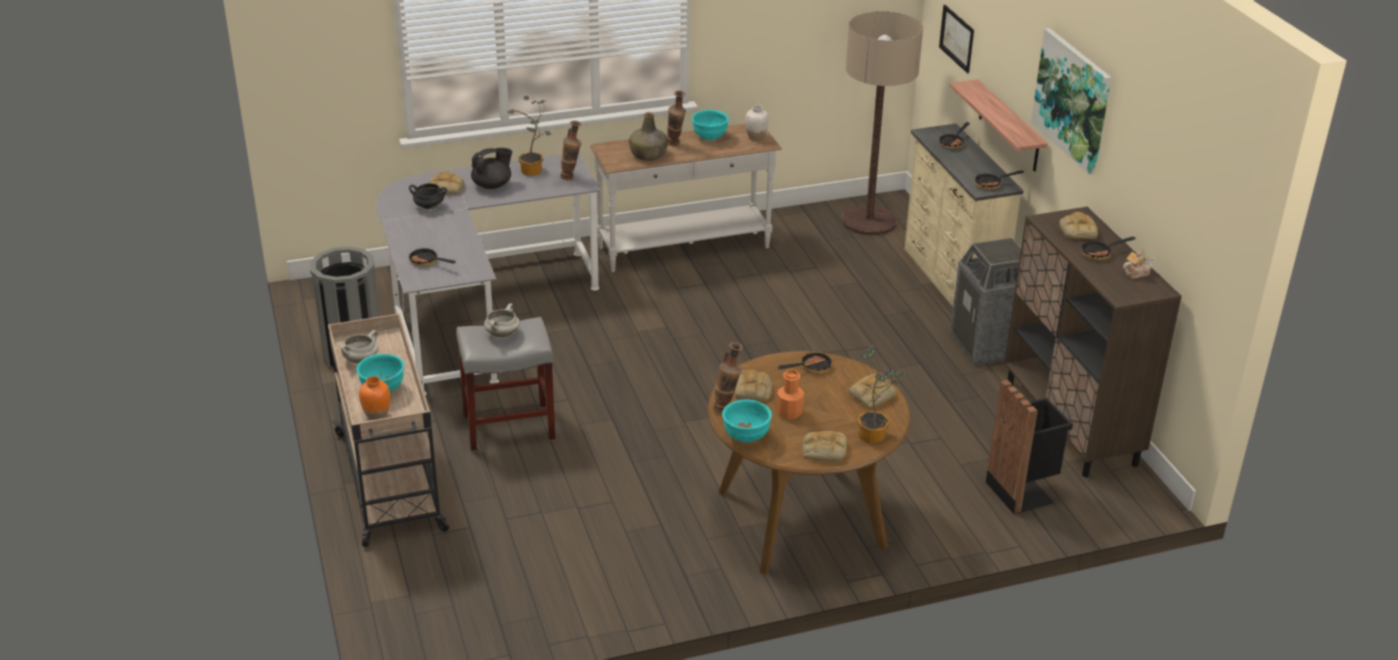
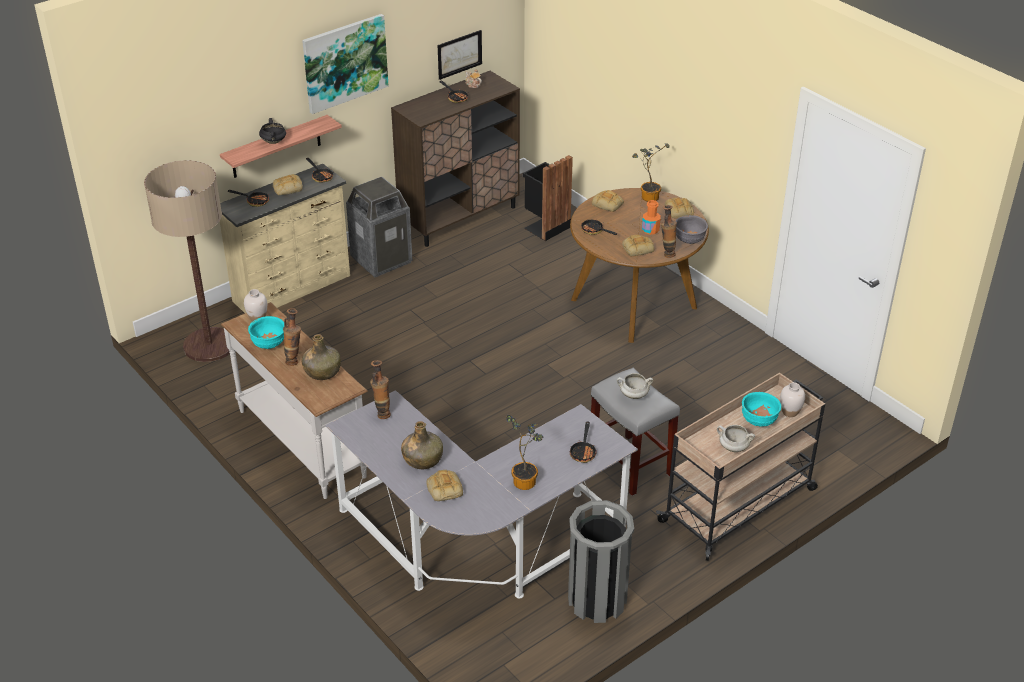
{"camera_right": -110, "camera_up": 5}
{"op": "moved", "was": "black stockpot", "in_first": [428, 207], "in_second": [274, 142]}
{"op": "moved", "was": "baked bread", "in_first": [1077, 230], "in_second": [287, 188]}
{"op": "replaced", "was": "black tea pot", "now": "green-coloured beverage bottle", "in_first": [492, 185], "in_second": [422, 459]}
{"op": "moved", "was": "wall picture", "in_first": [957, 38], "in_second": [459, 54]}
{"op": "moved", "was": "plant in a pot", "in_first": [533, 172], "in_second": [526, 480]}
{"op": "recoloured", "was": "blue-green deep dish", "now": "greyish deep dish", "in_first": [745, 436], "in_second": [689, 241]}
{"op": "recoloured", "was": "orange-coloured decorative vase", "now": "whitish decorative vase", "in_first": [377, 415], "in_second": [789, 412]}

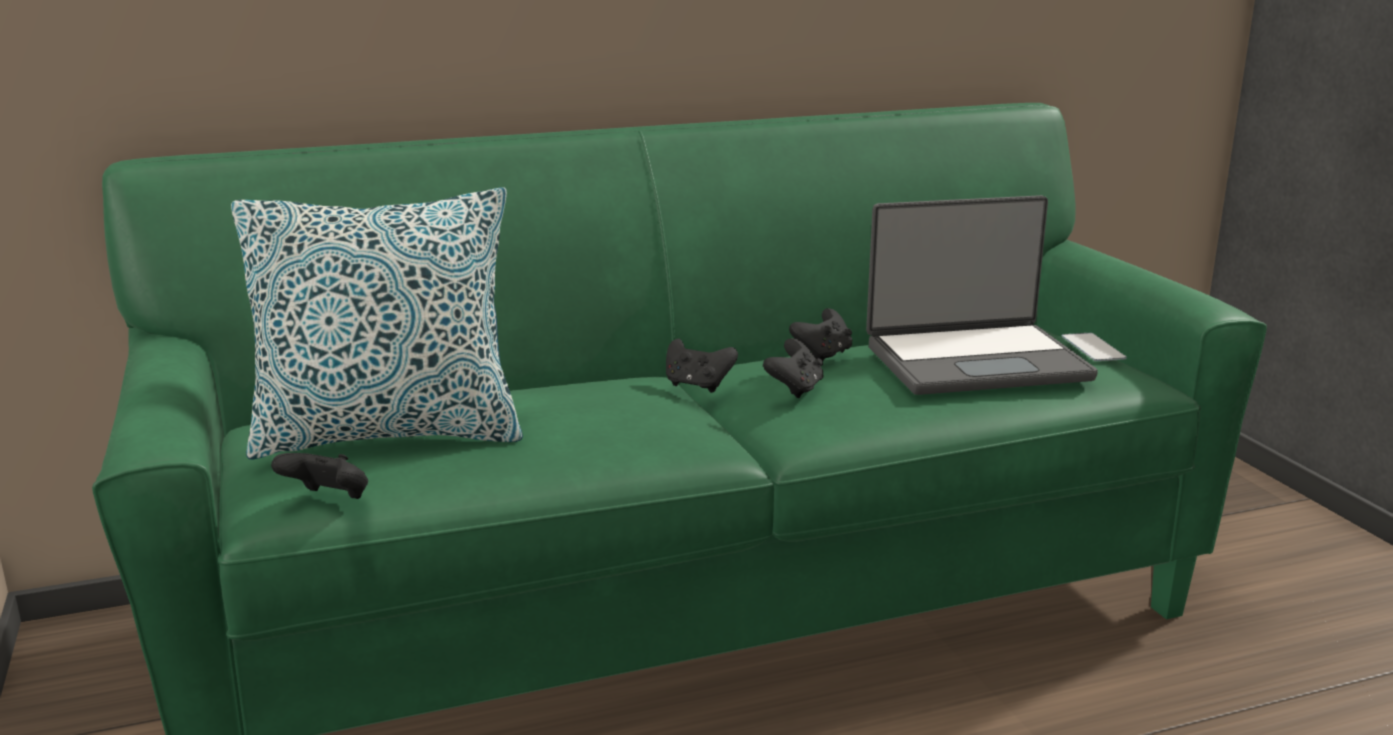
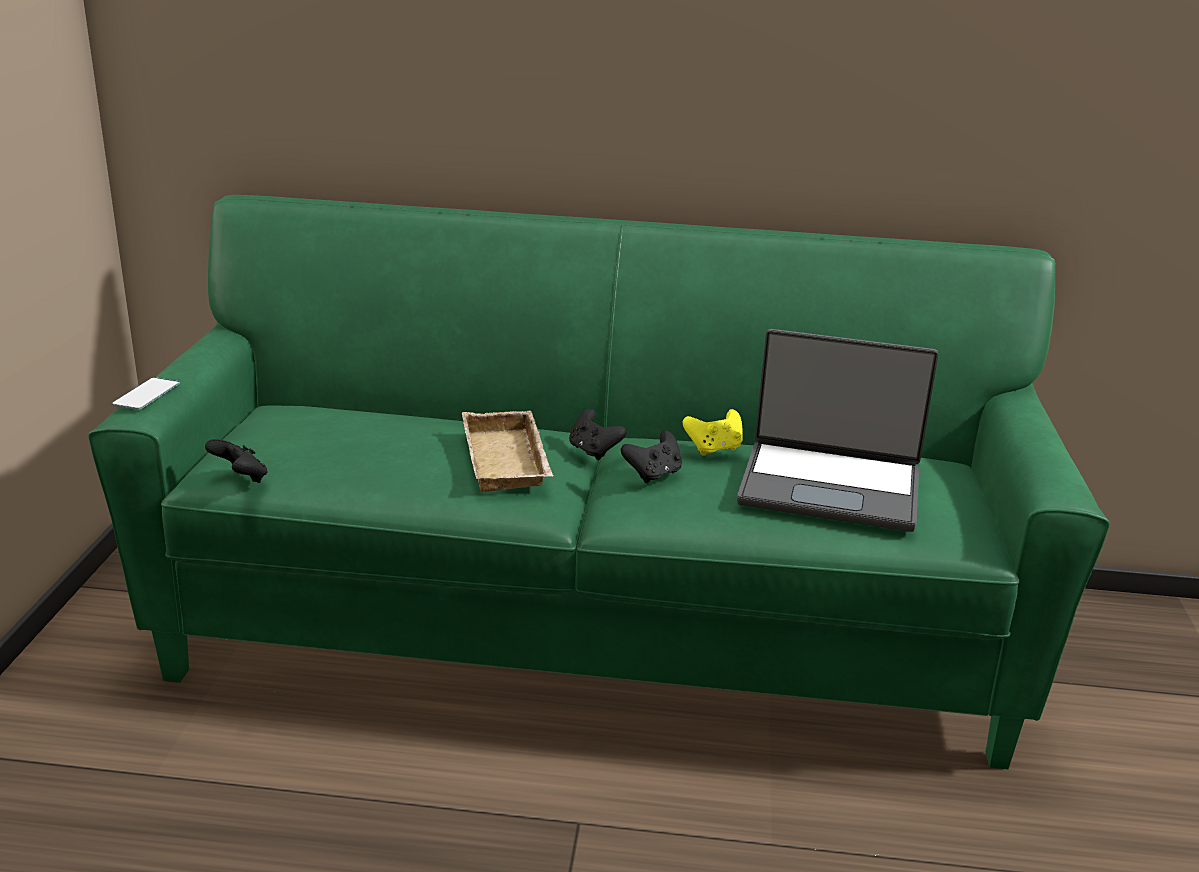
{"camera_right": 25, "camera_up": 5}
{"op": "moved", "was": "handset", "in_first": [1093, 348], "in_second": [146, 394]}
{"op": "added", "now": "beige-coloured tray", "in_second": [509, 460]}
{"op": "recoloured", "was": "black game controller", "now": "yellow-coloured game controller", "in_first": [823, 355], "in_second": [714, 449]}
{"op": "removed", "was": "cushion", "in_first": [389, 434]}

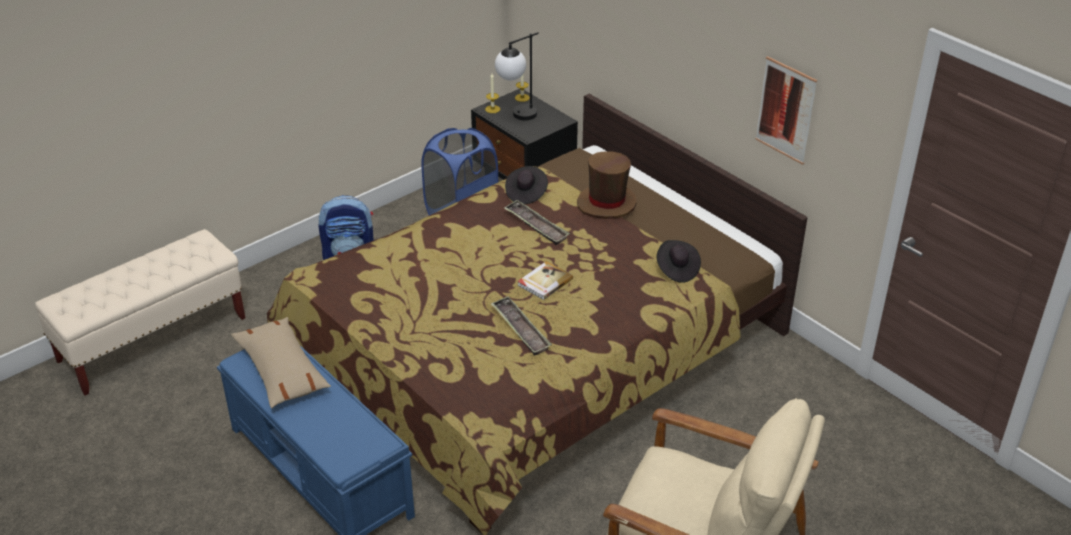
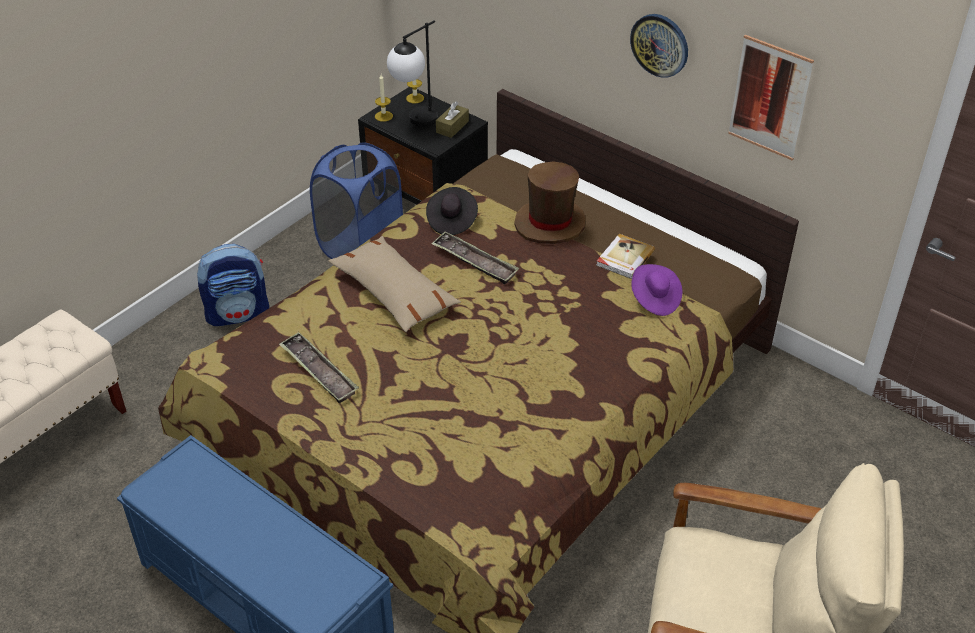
{"camera_right": -10, "camera_up": 5}
{"op": "moved", "was": "tray", "in_first": [520, 329], "in_second": [319, 372]}
{"op": "moved", "was": "beige-coloured cushion", "in_first": [281, 370], "in_second": [394, 293]}
{"op": "added", "now": "brown box of tissues", "in_second": [452, 127]}
{"op": "moved", "was": "bound book", "in_first": [544, 282], "in_second": [624, 258]}
{"op": "added", "now": "clock on the wall", "in_second": [660, 45]}
{"op": "recoloured", "was": "black hat", "now": "purple hat", "in_first": [677, 269], "in_second": [654, 299]}

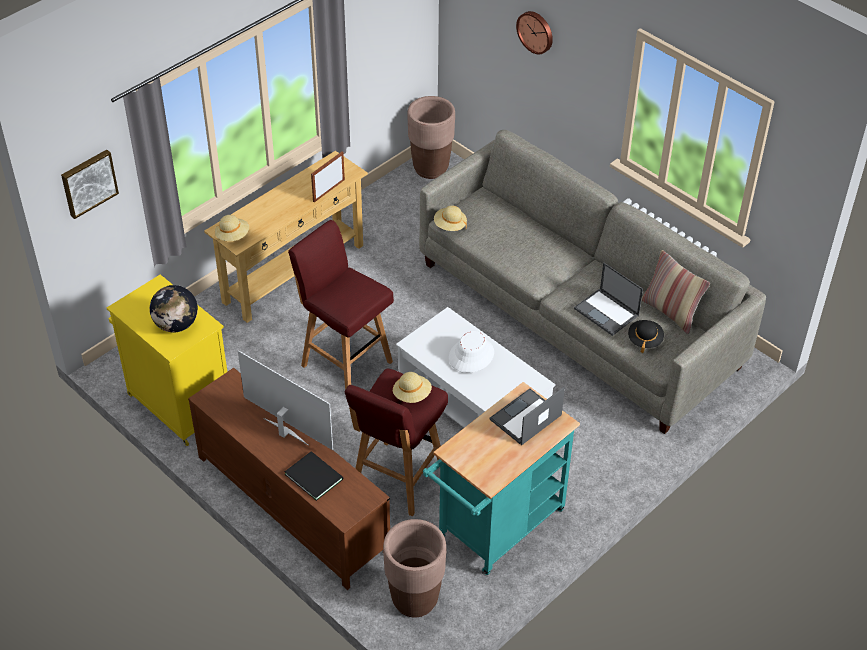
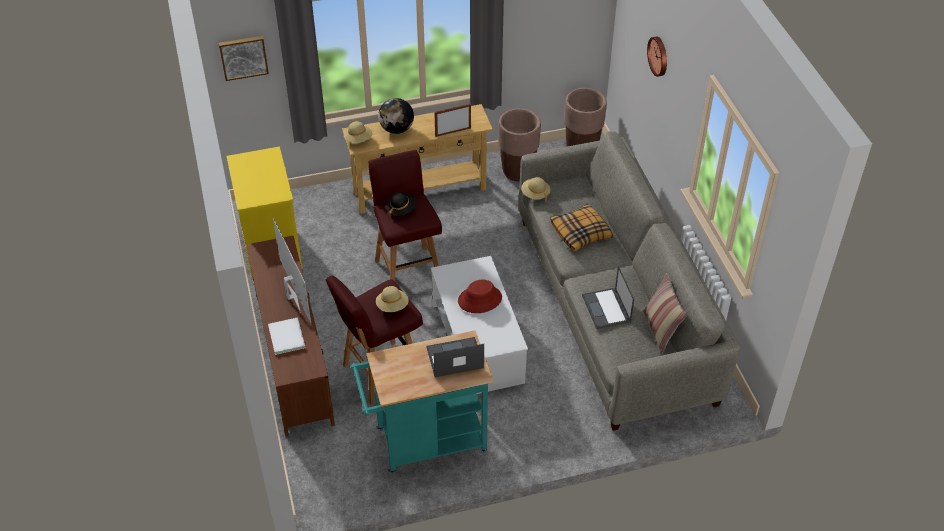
{"camera_right": 30, "camera_up": 0}
{"op": "recoloured", "was": "black bound book", "now": "whitish bound book", "in_first": [313, 475], "in_second": [287, 336]}
{"op": "moved", "was": "world globe", "in_first": [176, 325], "in_second": [396, 129]}
{"op": "moved", "was": "black hat", "in_first": [644, 340], "in_second": [400, 209]}
{"op": "recoloured", "was": "whitish hat", "now": "red hat", "in_first": [471, 355], "in_second": [479, 299]}
{"op": "moved", "was": "brown planter", "in_first": [414, 600], "in_second": [517, 172]}
{"op": "added", "now": "cushion", "in_second": [581, 232]}

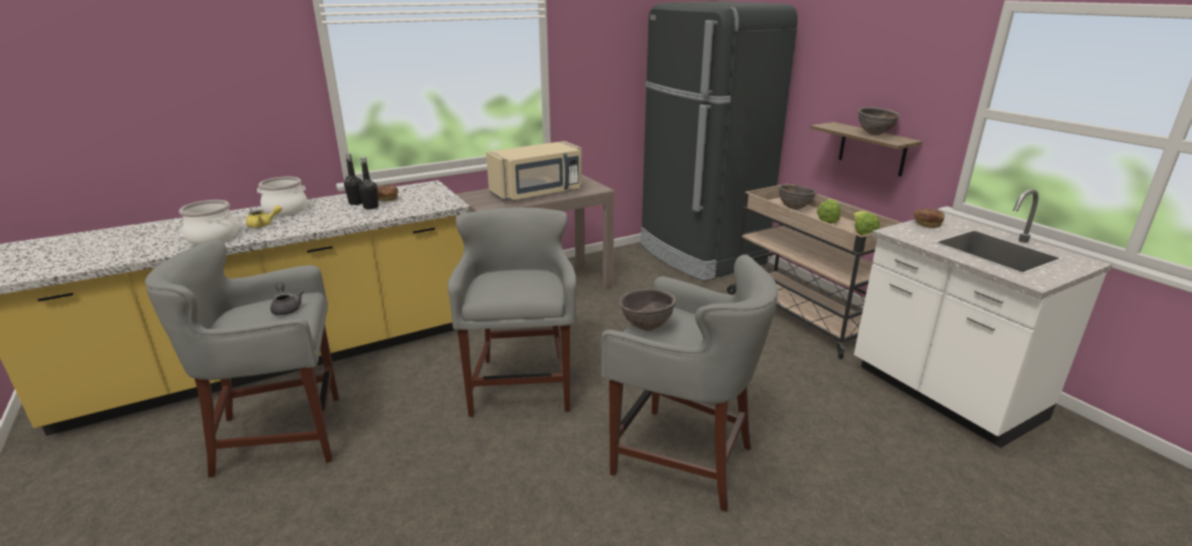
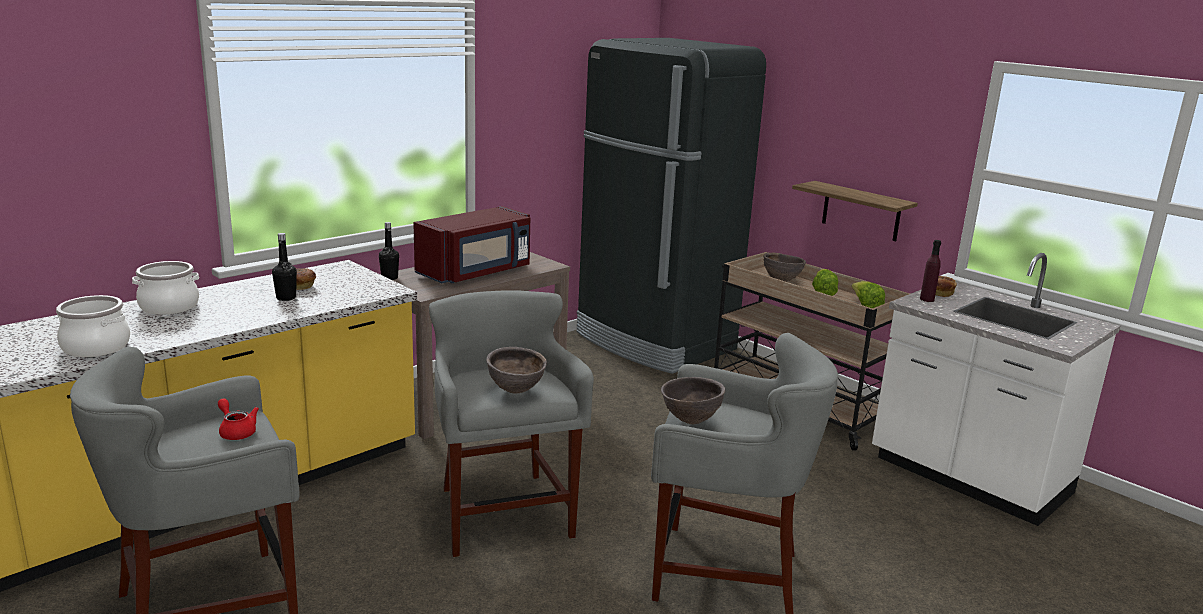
{"camera_right": -15, "camera_up": -5}
{"op": "recoloured", "was": "greyish tea pot", "now": "red tea pot", "in_first": [286, 308], "in_second": [236, 431]}
{"op": "moved", "was": "black beverage bottle", "in_first": [356, 203], "in_second": [389, 278]}
{"op": "recoloured", "was": "beige-coloured microwave", "now": "red microwave", "in_first": [537, 193], "in_second": [476, 272]}
{"op": "moved", "was": "brown deep dish", "in_first": [874, 134], "in_second": [515, 391]}
{"op": "added", "now": "purple beverage bottle", "in_second": [927, 299]}
{"op": "removed", "was": "yellow-coloured tea pot", "in_first": [263, 225]}

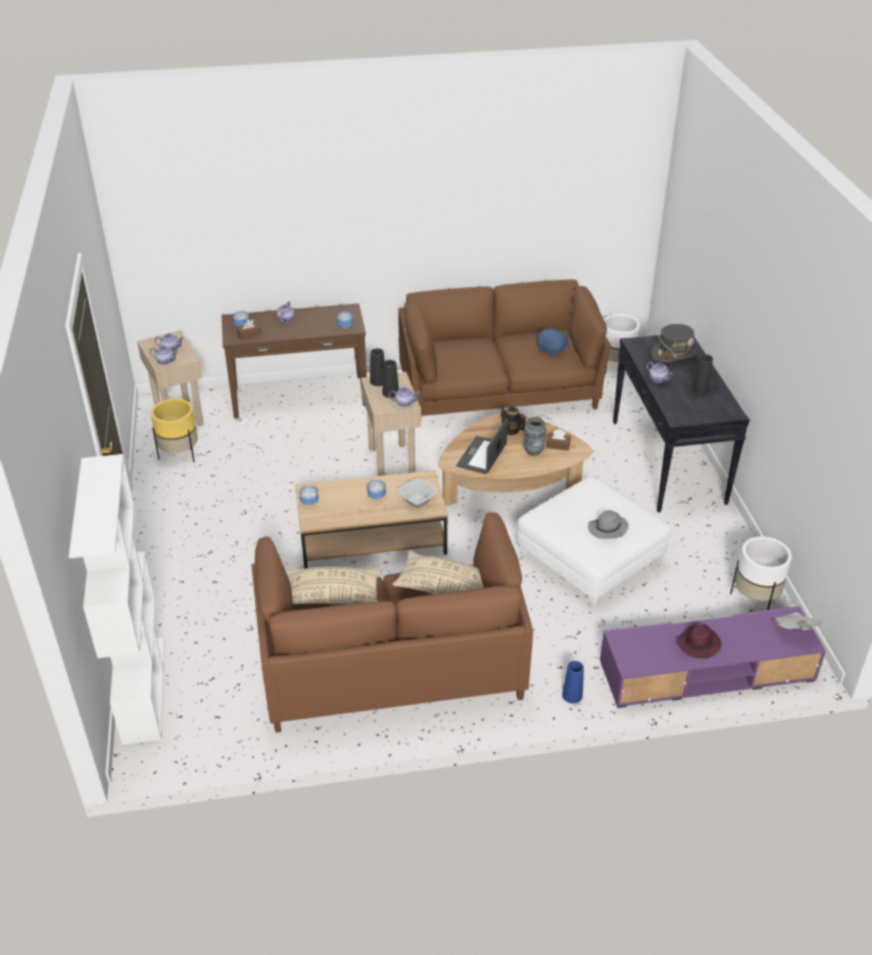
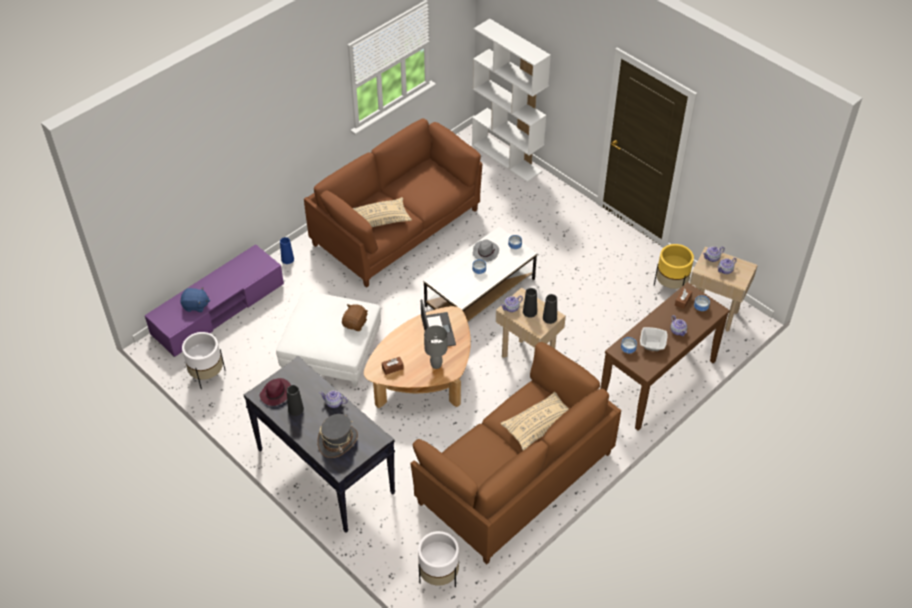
{"camera_right": 145, "camera_up": 10}
{"op": "moved", "was": "blue soft toy", "in_first": [551, 350], "in_second": [196, 306]}
{"op": "moved", "was": "purple hat", "in_first": [698, 643], "in_second": [276, 394]}
{"op": "added", "now": "brown soft toy", "in_second": [355, 323]}
{"op": "recoloured", "was": "brown coffee table", "now": "whitish coffee table", "in_first": [372, 539], "in_second": [479, 292]}
{"op": "replaced", "was": "tea pot", "now": "greyish tabletop lamp", "in_first": [511, 430], "in_second": [436, 365]}
{"op": "moved", "was": "greyish hat", "in_first": [607, 529], "in_second": [485, 252]}
{"op": "moved", "was": "beige-coloured cushion", "in_first": [333, 595], "in_second": [539, 425]}
{"op": "moved", "was": "deep dish", "in_first": [417, 500], "in_second": [652, 344]}
{"op": "removed", "was": "decorative vase", "in_first": [533, 451]}
{"op": "removed", "was": "newspaper", "in_first": [795, 630]}

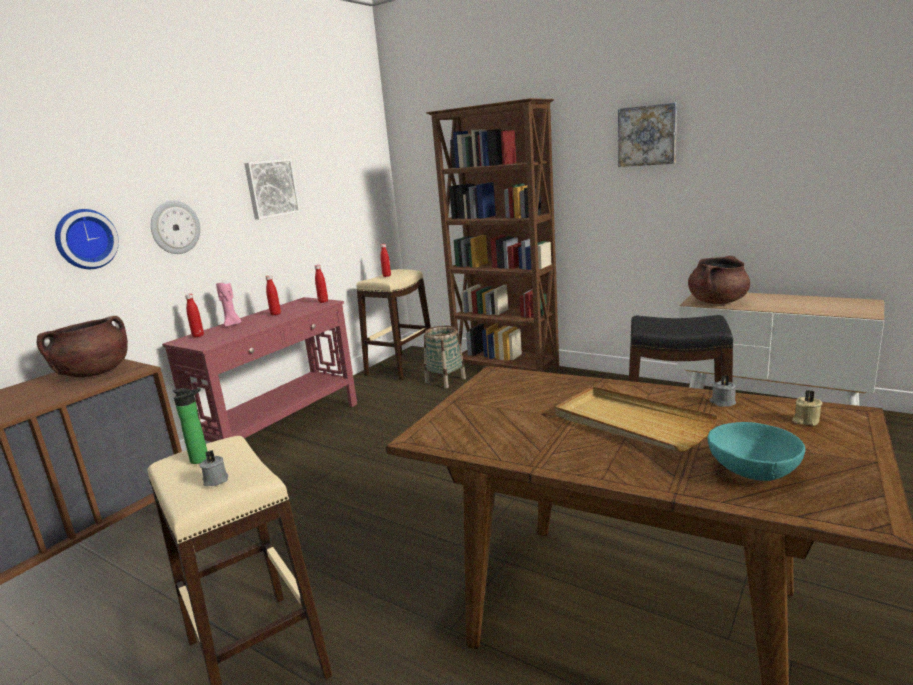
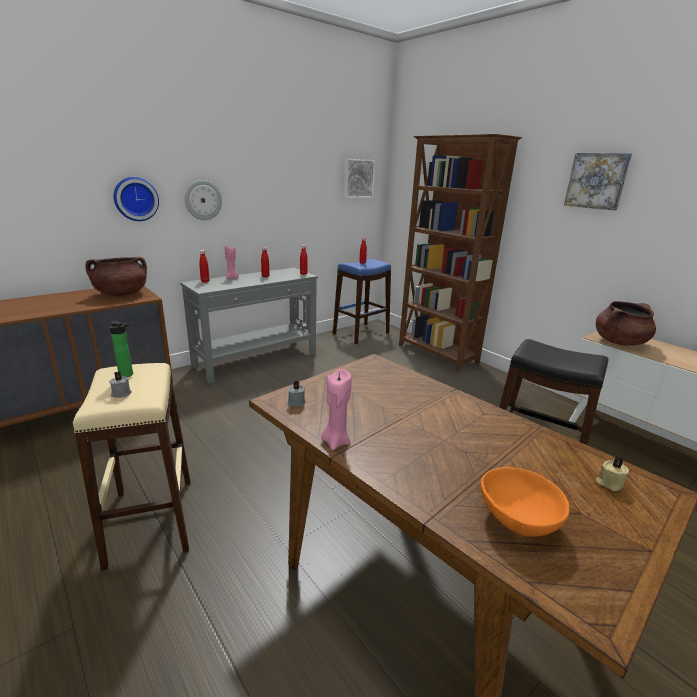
{"camera_right": 15, "camera_up": 5}
{"op": "recoloured", "was": "red hall table", "now": "greyish hall table", "in_first": [283, 430], "in_second": [257, 360]}
{"op": "moved", "was": "greyish candle", "in_first": [722, 402], "in_second": [296, 402]}
{"op": "added", "now": "pink-coloured candle", "in_second": [336, 441]}
{"op": "recoloured", "was": "beige-coloured sitting stool", "now": "blue sitting stool", "in_first": [400, 366], "in_second": [361, 333]}
{"op": "moved", "was": "wall picture", "in_first": [271, 188], "in_second": [358, 178]}
{"op": "recoloured", "was": "blue-green deep dish", "now": "orange-coloured deep dish", "in_first": [754, 473], "in_second": [518, 521]}
{"op": "removed", "was": "basket", "in_first": [445, 380]}
{"op": "removed", "was": "beige-coloured tray", "in_first": [630, 423]}

